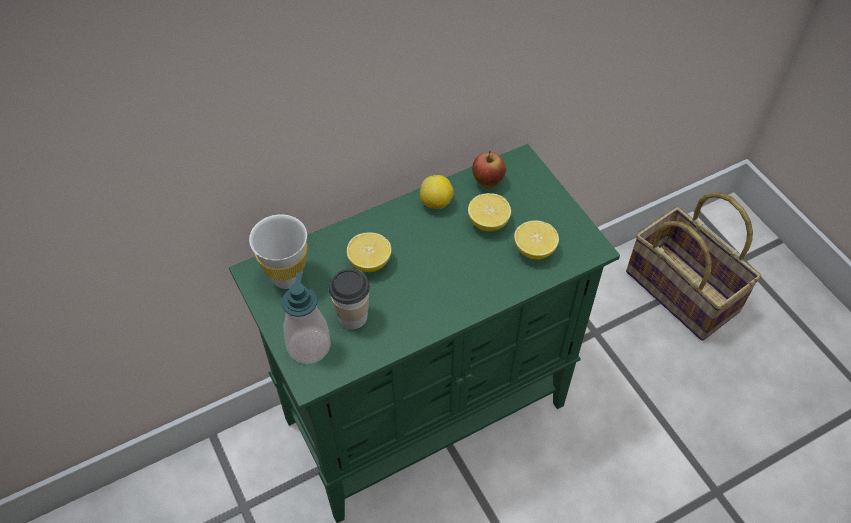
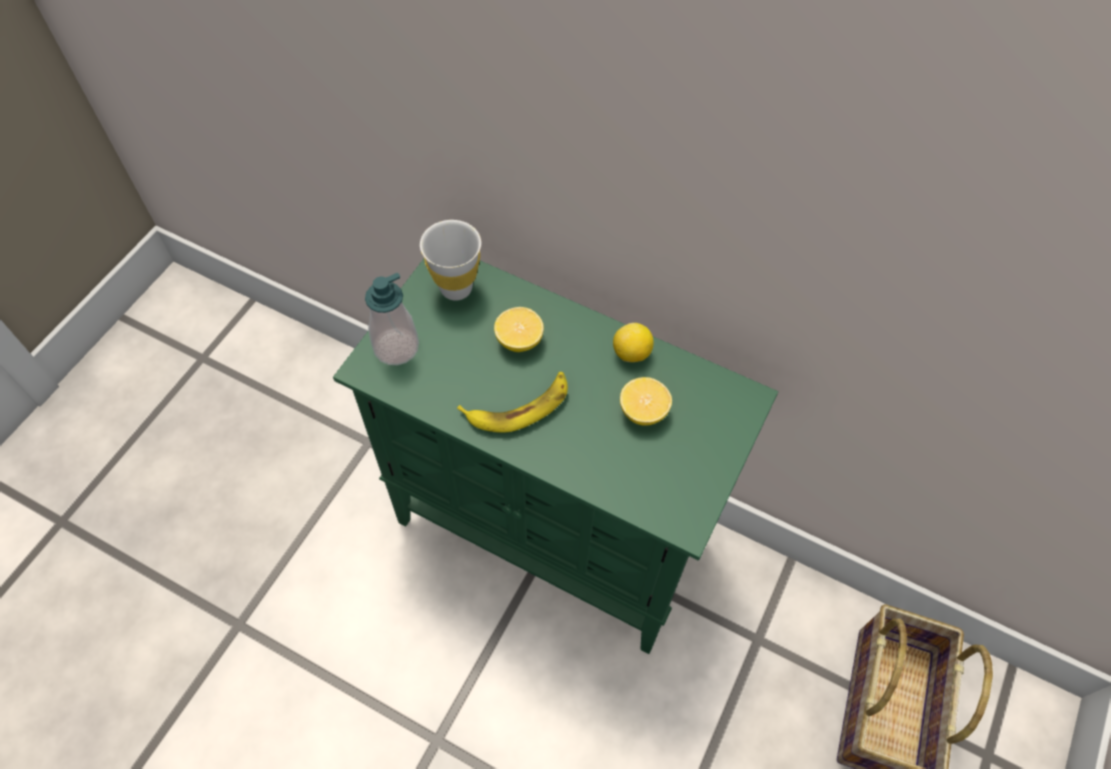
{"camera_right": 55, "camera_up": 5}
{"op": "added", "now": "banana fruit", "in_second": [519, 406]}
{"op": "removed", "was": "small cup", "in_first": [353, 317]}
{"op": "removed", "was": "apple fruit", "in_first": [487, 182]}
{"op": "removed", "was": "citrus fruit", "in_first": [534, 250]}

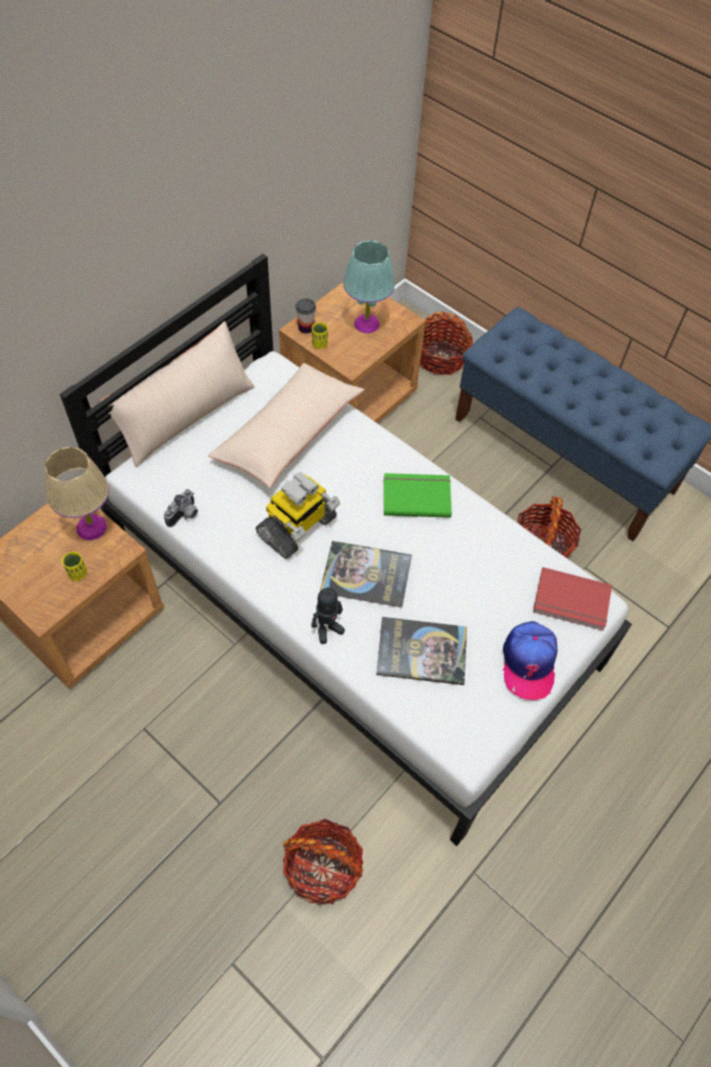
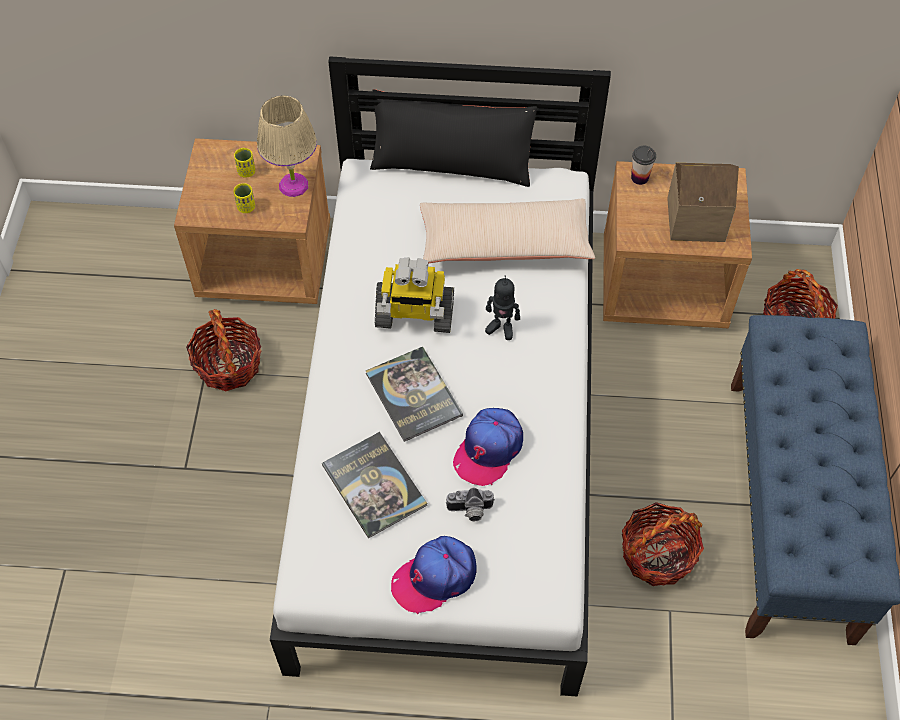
{"camera_right": 55, "camera_up": 0}
{"op": "moved", "was": "basket", "in_first": [323, 868], "in_second": [229, 365]}
{"op": "moved", "was": "yellow-coloured small cup", "in_first": [319, 344], "in_second": [246, 172]}
{"op": "recoloured", "was": "beige-coloured cushion", "now": "black cushion", "in_first": [185, 416], "in_second": [452, 163]}
{"op": "moved", "was": "photo camera", "in_first": [185, 516], "in_second": [470, 511]}
{"op": "added", "now": "baseball cap", "in_second": [488, 449]}
{"op": "moved", "was": "toy robot", "in_first": [327, 629], "in_second": [501, 327]}
{"op": "replaced", "was": "blue-green tabletop lamp", "now": "miniature house", "in_first": [366, 324], "in_second": [694, 217]}
{"op": "removed", "was": "green-coloured bound book", "in_first": [416, 495]}
{"op": "removed", "was": "red bound book", "in_first": [571, 602]}

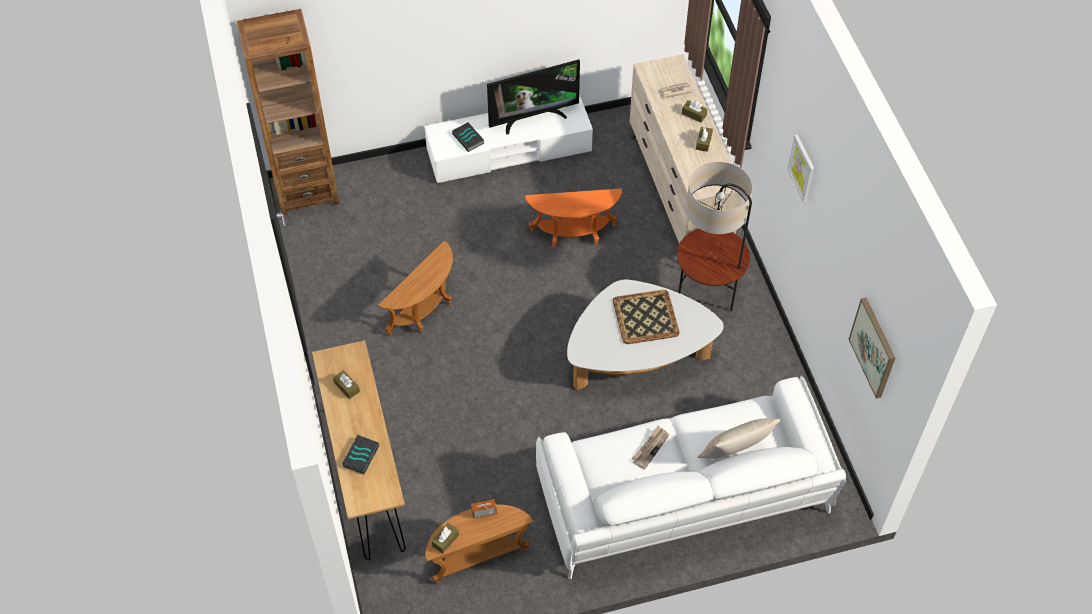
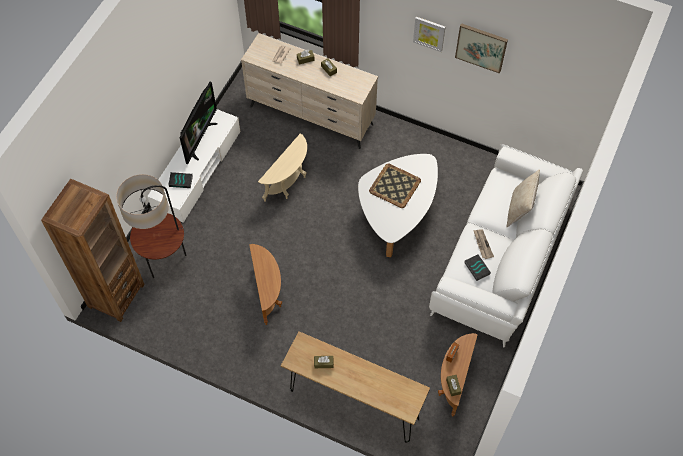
{"camera_right": -50, "camera_up": 5}
{"op": "moved", "was": "standing lamp", "in_first": [706, 298], "in_second": [165, 260]}
{"op": "recoloured", "was": "orange-coloured side table", "now": "beige-coloured side table", "in_first": [574, 236], "in_second": [288, 183]}
{"op": "moved", "was": "wall picture", "in_first": [873, 347], "in_second": [481, 47]}
{"op": "moved", "was": "bound book", "in_first": [360, 455], "in_second": [476, 268]}

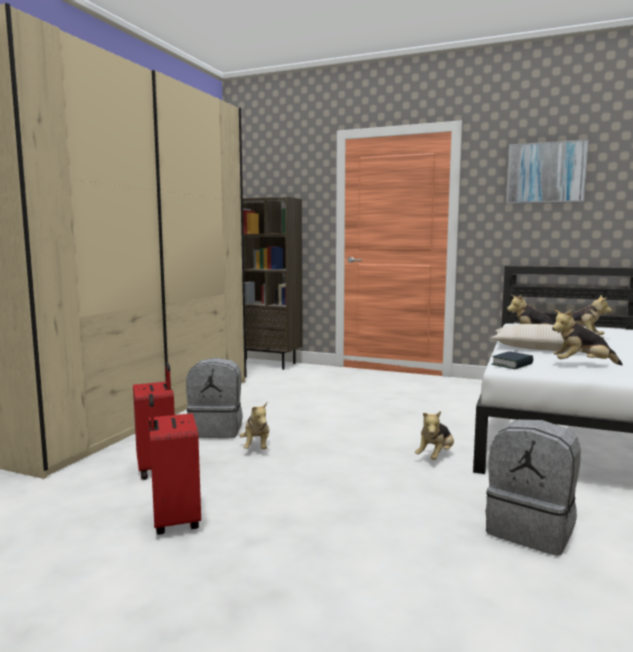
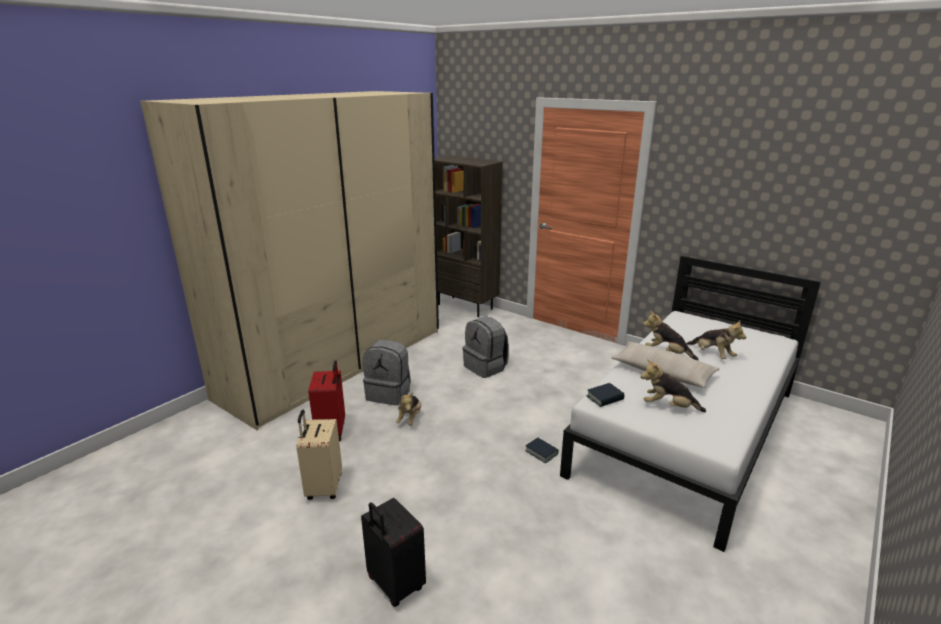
{"camera_right": 15, "camera_up": 15}
{"op": "recoloured", "was": "red piece of luggage", "now": "beige-coloured piece of luggage", "in_first": [174, 521], "in_second": [323, 487]}
{"op": "added", "now": "black piece of luggage", "in_second": [394, 585]}
{"op": "moved", "was": "greyish knapsack", "in_first": [531, 530], "in_second": [486, 367]}
{"op": "replaced", "was": "soft toy", "now": "bound book", "in_first": [435, 456], "in_second": [541, 452]}
{"op": "removed", "was": "wall picture", "in_first": [546, 172]}

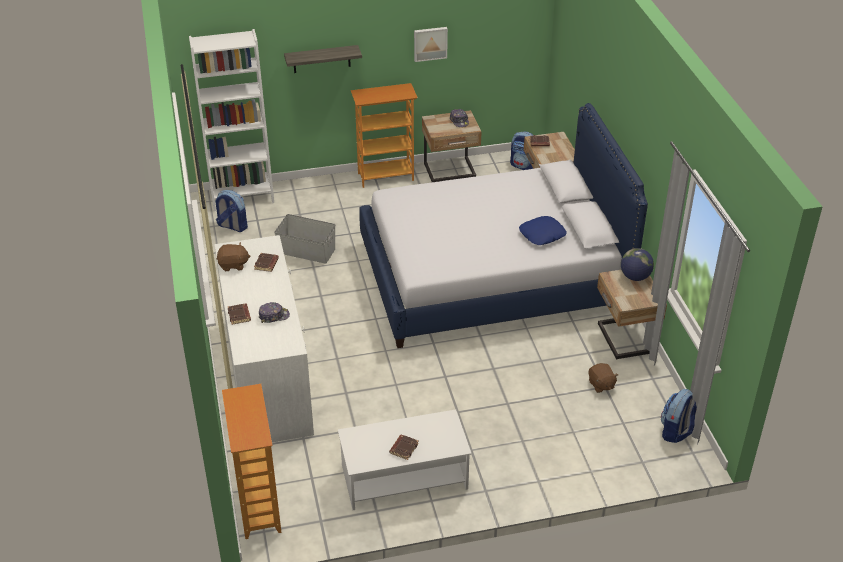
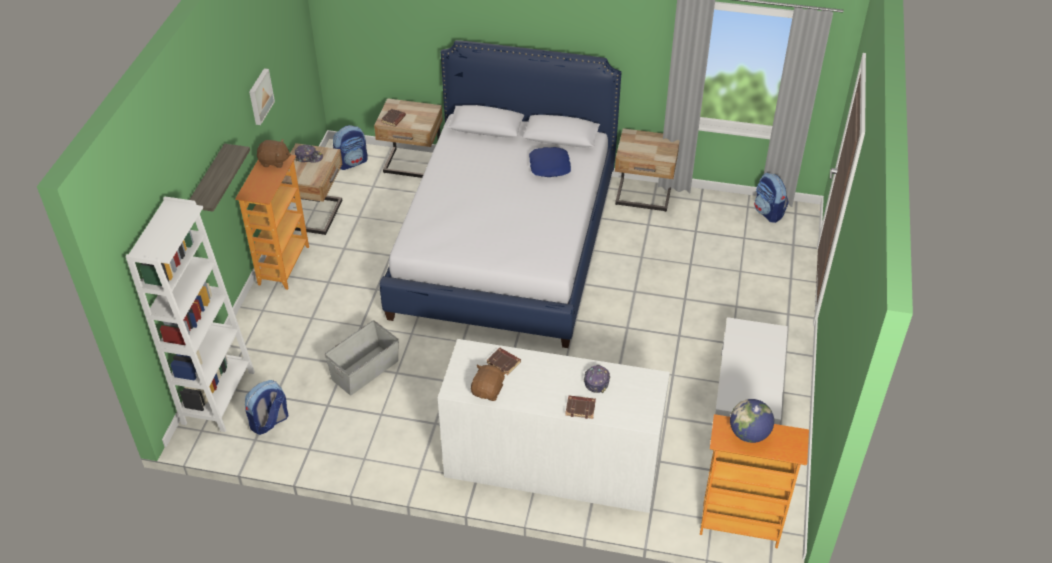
{"camera_right": -65, "camera_up": 5}
{"op": "moved", "was": "brown soft toy", "in_first": [601, 385], "in_second": [274, 161]}
{"op": "moved", "was": "world globe", "in_first": [635, 277], "in_second": [749, 434]}
{"op": "removed", "was": "brown bound book", "in_first": [403, 448]}

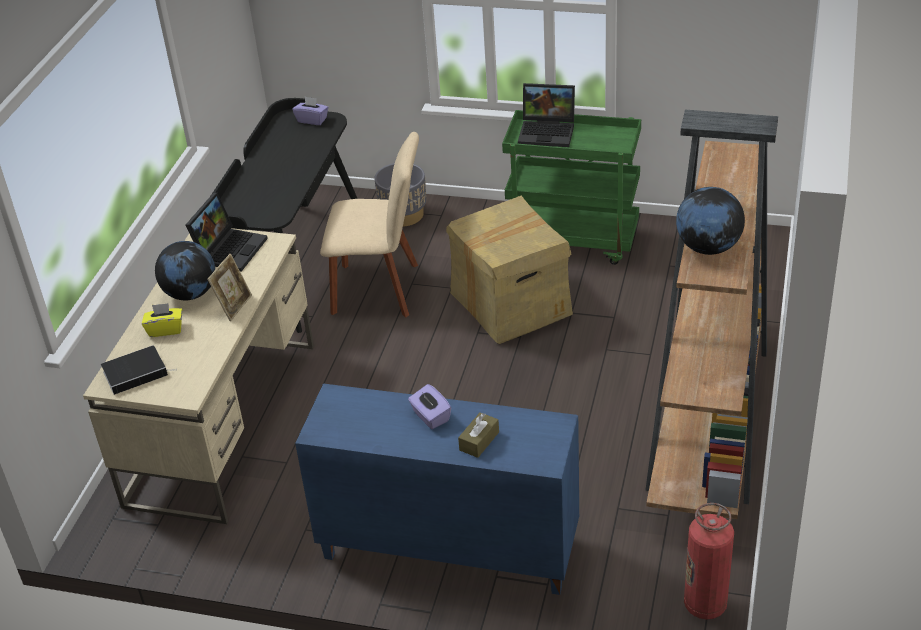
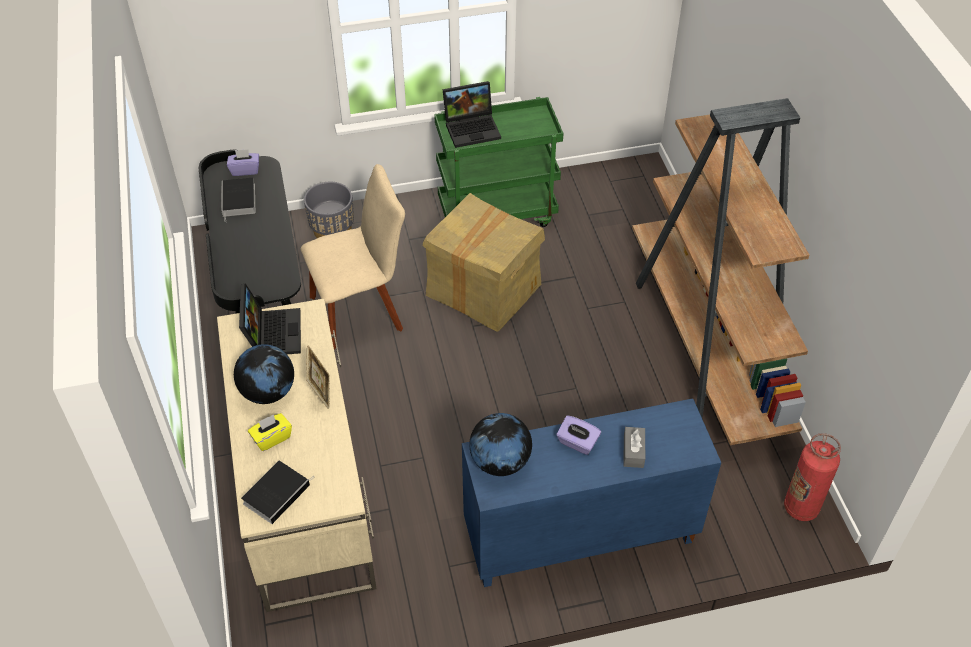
{"camera_right": -30, "camera_up": 10}
{"op": "added", "now": "bound book", "in_second": [239, 201]}
{"op": "moved", "was": "world globe", "in_first": [708, 247], "in_second": [500, 462]}
{"op": "recoloured", "was": "brown box of tissues", "now": "greyish box of tissues", "in_first": [479, 441], "in_second": [633, 451]}

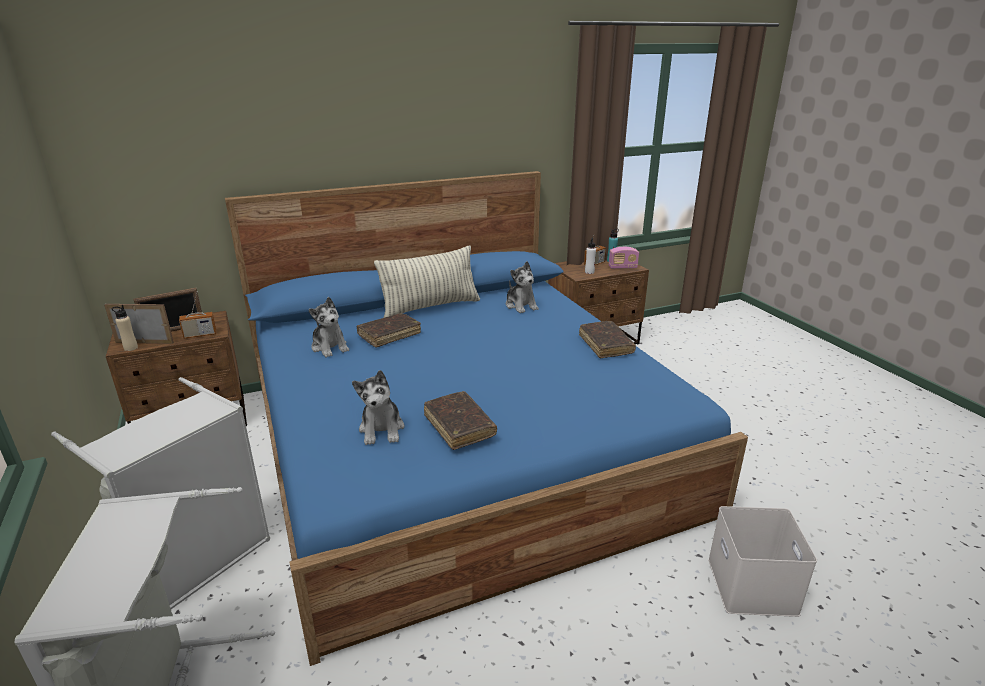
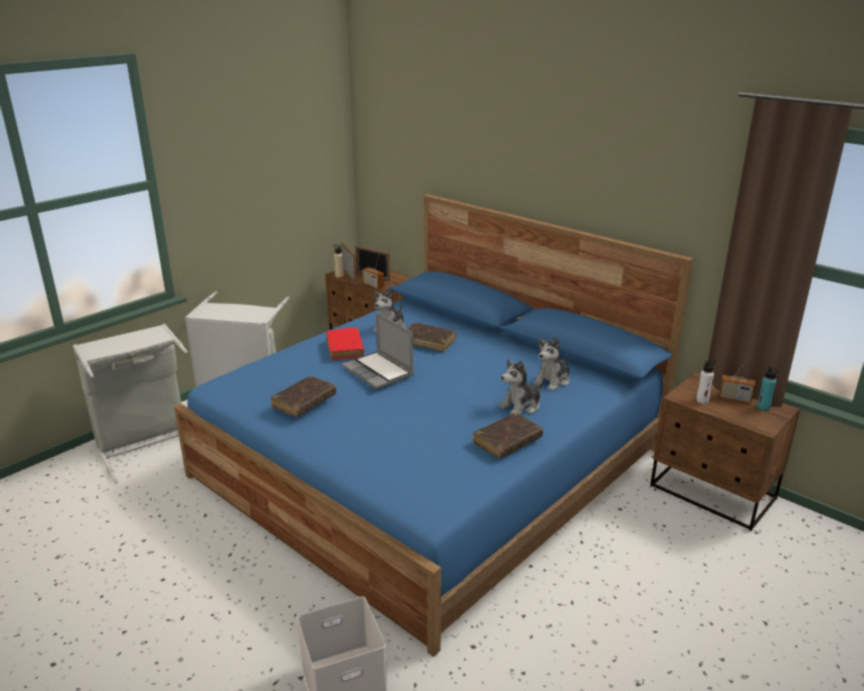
{"camera_right": 65, "camera_up": 0}
{"op": "added", "now": "red bound book", "in_second": [345, 349]}
{"op": "added", "now": "laptop", "in_second": [379, 372]}
{"op": "moved", "was": "soft toy", "in_first": [382, 429], "in_second": [521, 406]}
{"op": "removed", "was": "cushion", "in_first": [430, 307]}
{"op": "removed", "was": "radio receiver", "in_first": [622, 267]}

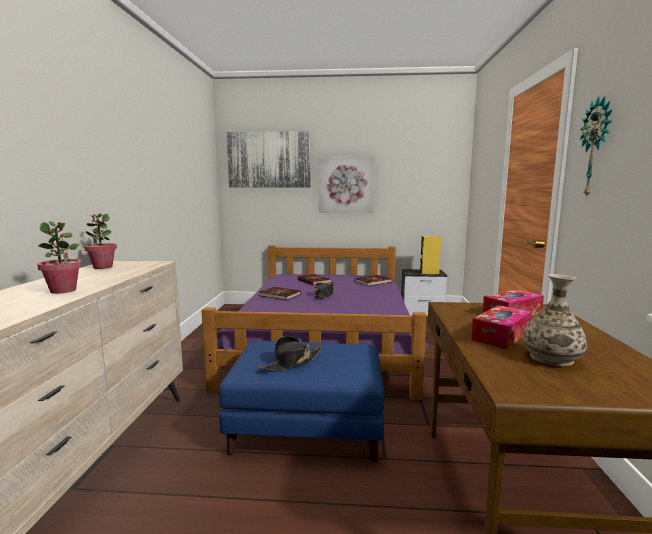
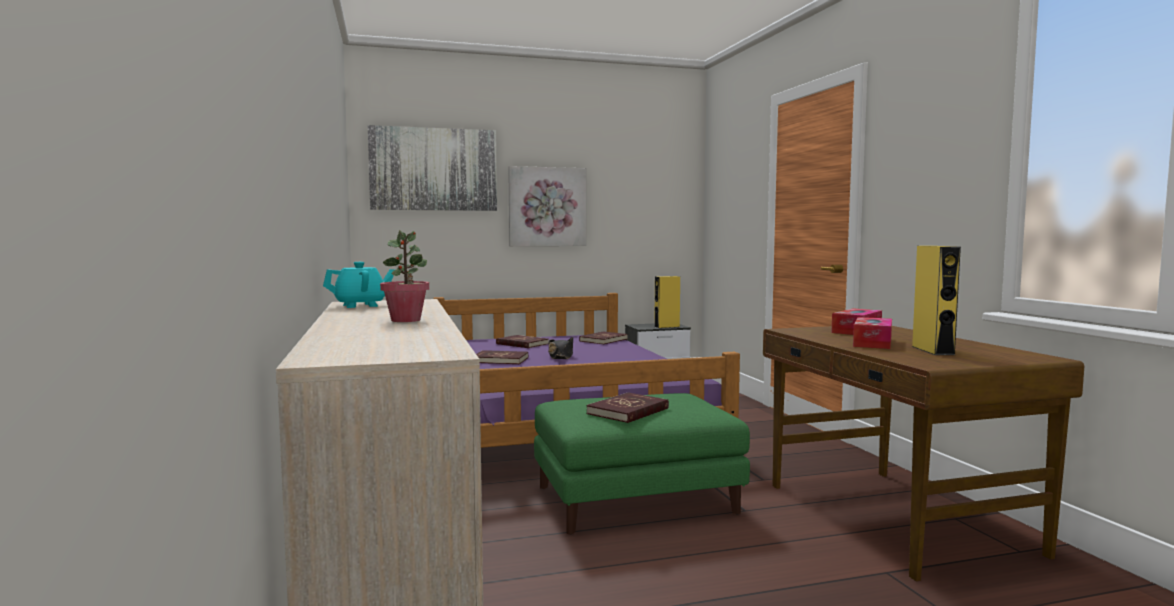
{"camera_right": -20, "camera_up": -5}
{"op": "replaced", "was": "plant in a pot", "now": "blue-green tea pot", "in_first": [102, 267], "in_second": [361, 305]}
{"op": "recoloured", "was": "blue footrest", "now": "green-coloured footrest", "in_first": [309, 428], "in_second": [637, 500]}
{"op": "replaced", "was": "black hat", "now": "red bound book", "in_first": [291, 362], "in_second": [628, 411]}
{"op": "replaced", "was": "decorative vase", "now": "yellow-coloured speaker", "in_first": [551, 358], "in_second": [932, 350]}
{"op": "removed", "was": "clock on the wall", "in_first": [596, 148]}

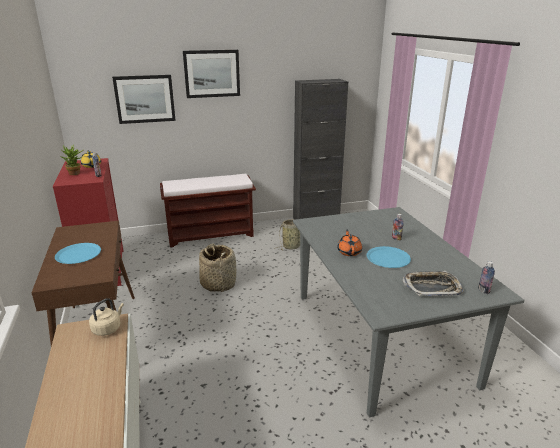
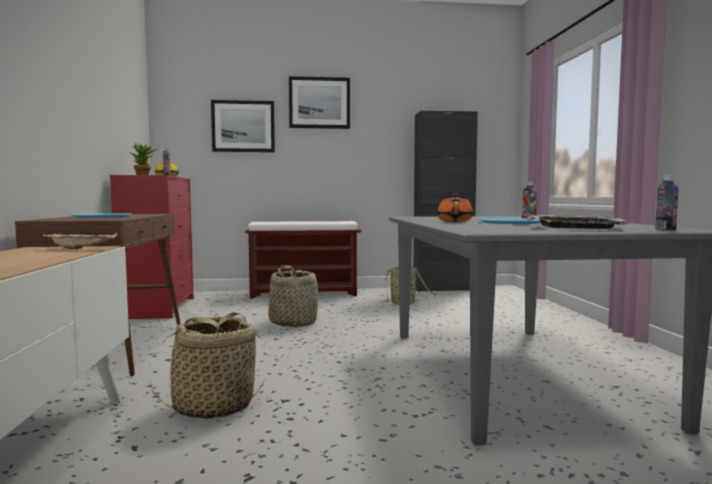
{"camera_right": 10, "camera_up": -20}
{"op": "replaced", "was": "beige-coloured kettle", "now": "beige-coloured tray", "in_first": [108, 328], "in_second": [83, 248]}
{"op": "added", "now": "basket", "in_second": [213, 406]}

